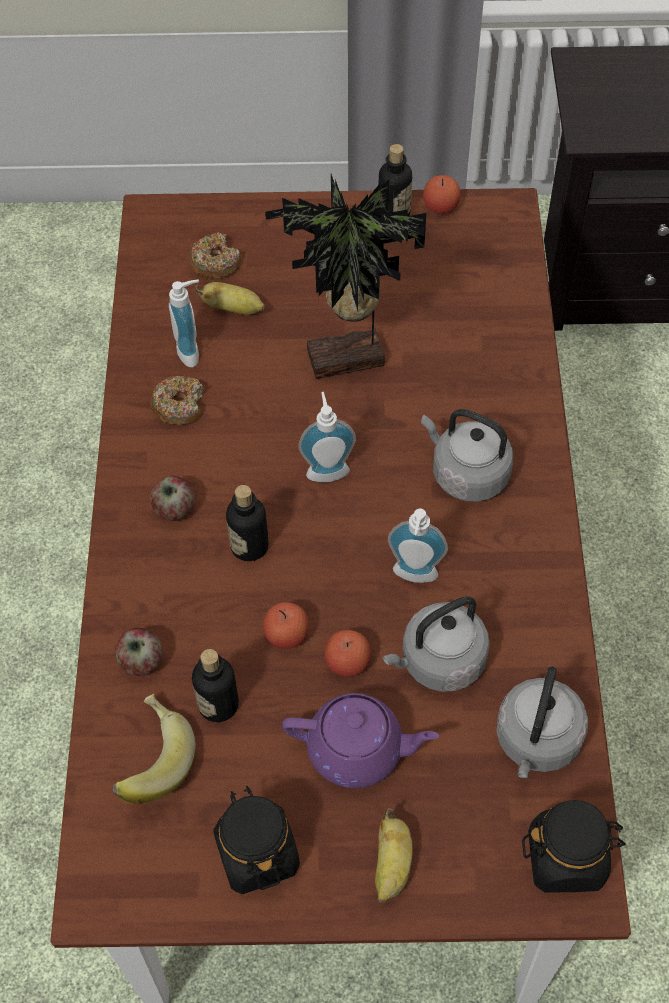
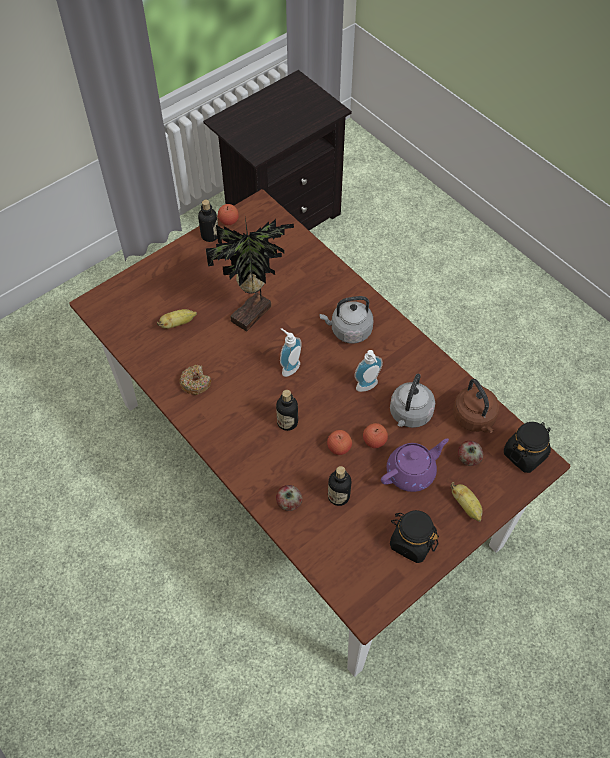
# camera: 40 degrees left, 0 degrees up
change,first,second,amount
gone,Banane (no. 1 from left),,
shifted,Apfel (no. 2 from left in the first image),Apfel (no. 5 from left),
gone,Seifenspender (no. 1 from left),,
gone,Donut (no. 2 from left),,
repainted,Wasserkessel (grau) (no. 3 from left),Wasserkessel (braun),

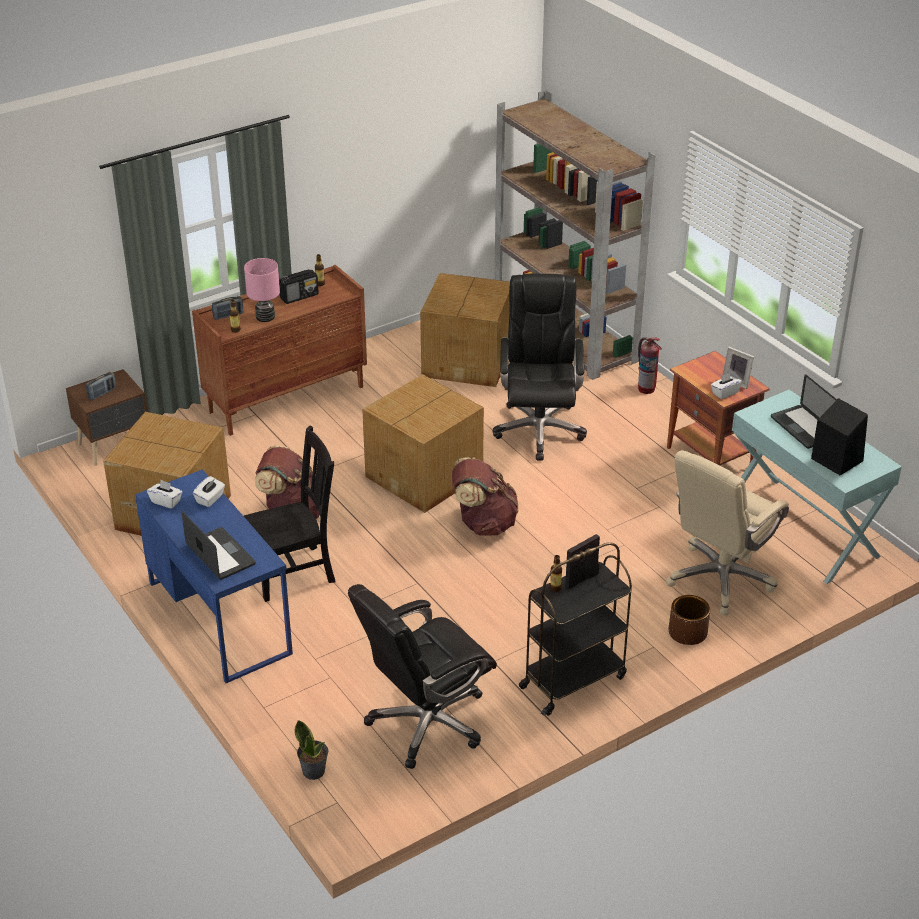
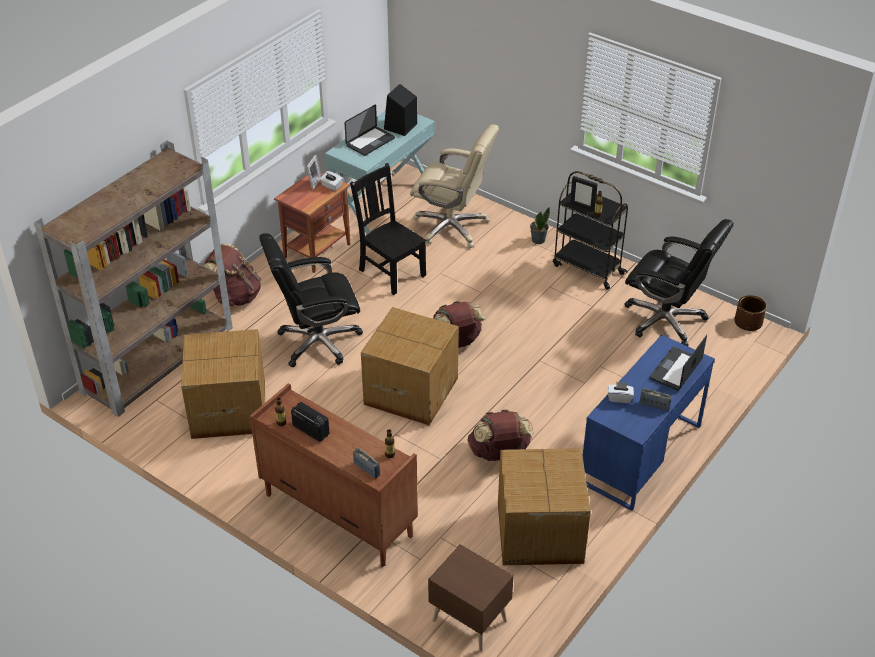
# camera: 110 degrees left, 5 degrees up
change,first,second,amount
shifted,Radio (no. 1 from left in the first image),Radio (no. 3 from left),
gone,Taschentuchbox (weiß) (no. 1 from left),,
gone,Tischlampe (rosa),,
shifted,Stuhl (schwarz),,
shifted,Topfpflanze,,
swapped,Feuerlöscher,Rucksack (braun) (no. 1 from left),
shifted,Pflanzkübel (braun),,

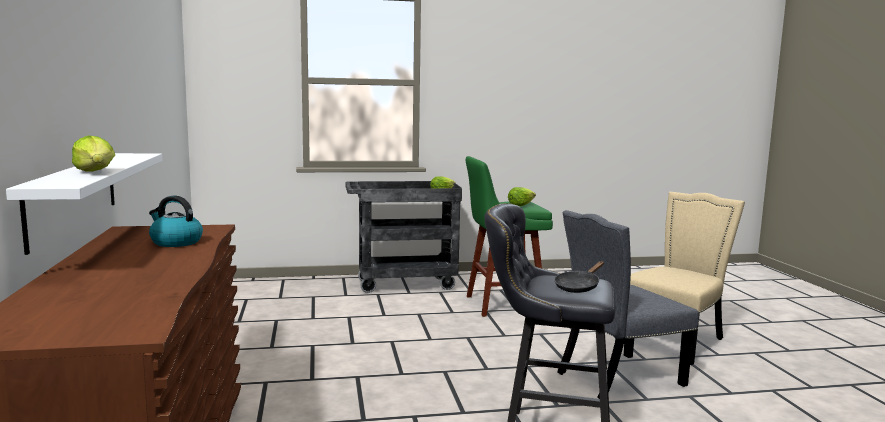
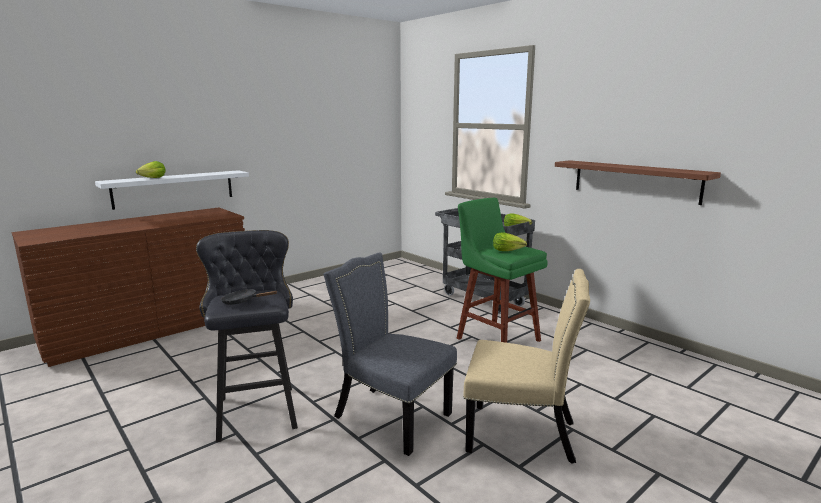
# camera: 60 degrees right, 5 degrees up
change,first,second,amount
gone,Wasserkessel,,
new,,Wandregal (braun),

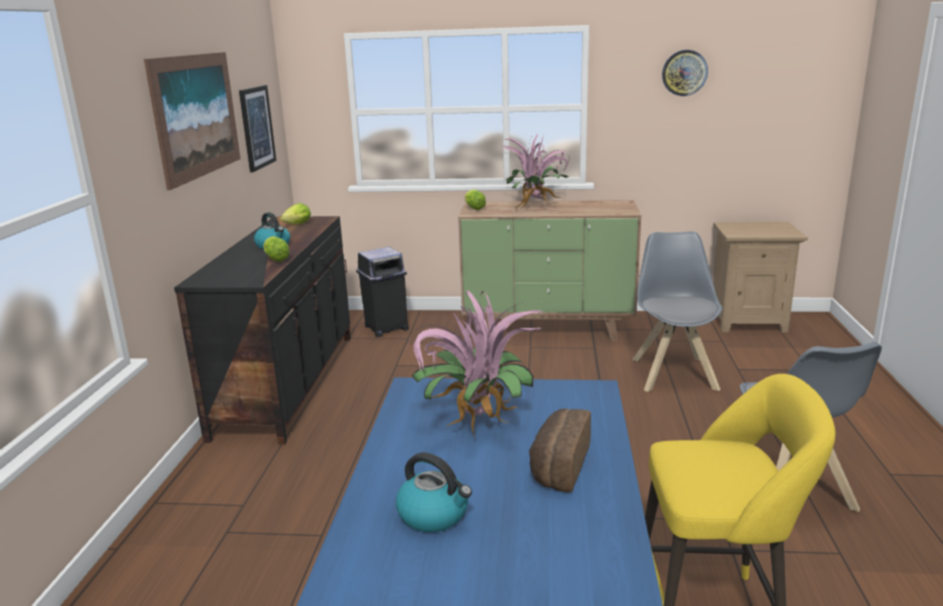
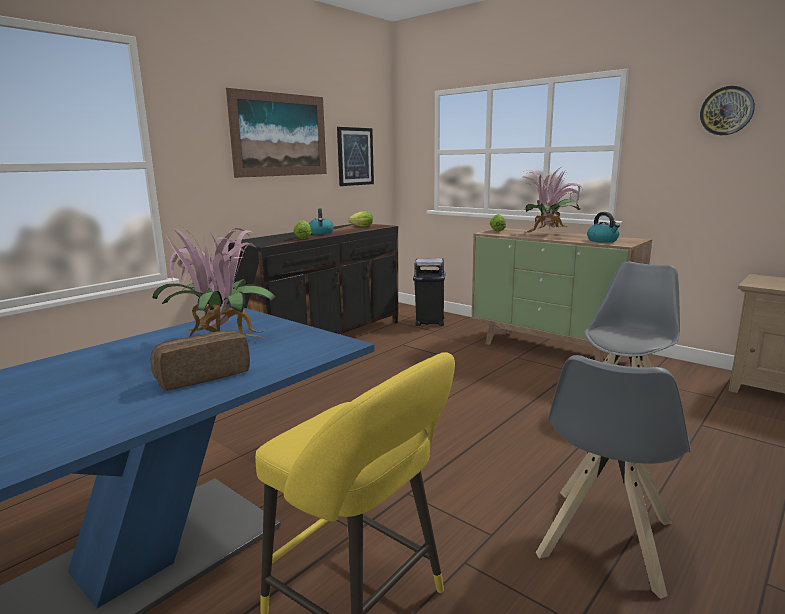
# camera: 35 degrees right, 5 degrees down
change,first,second,amount
shifted,Wasserkessel (no. 2 from left),,

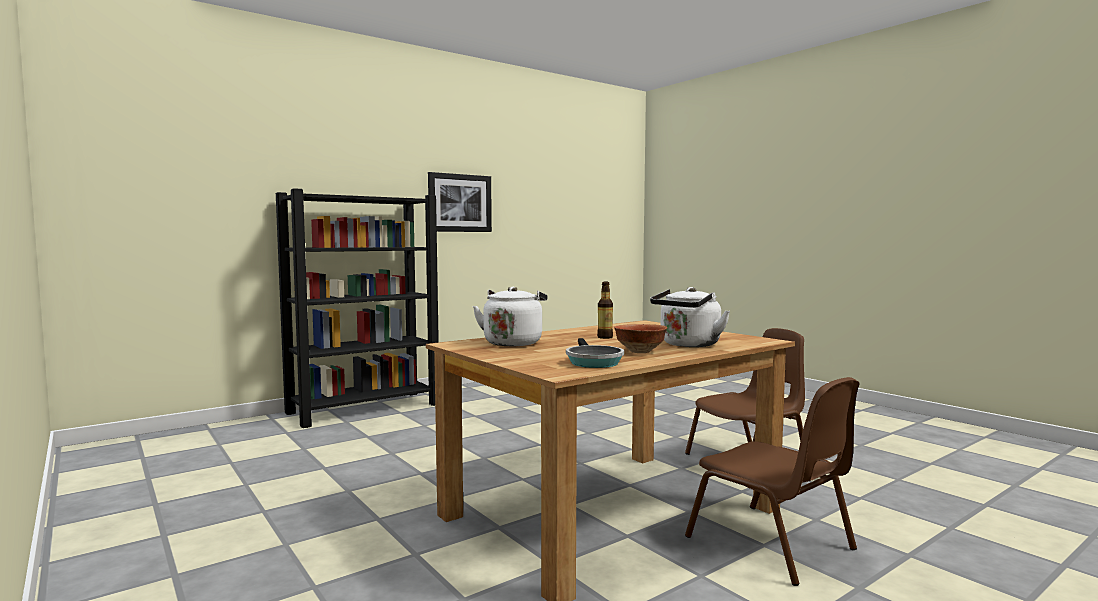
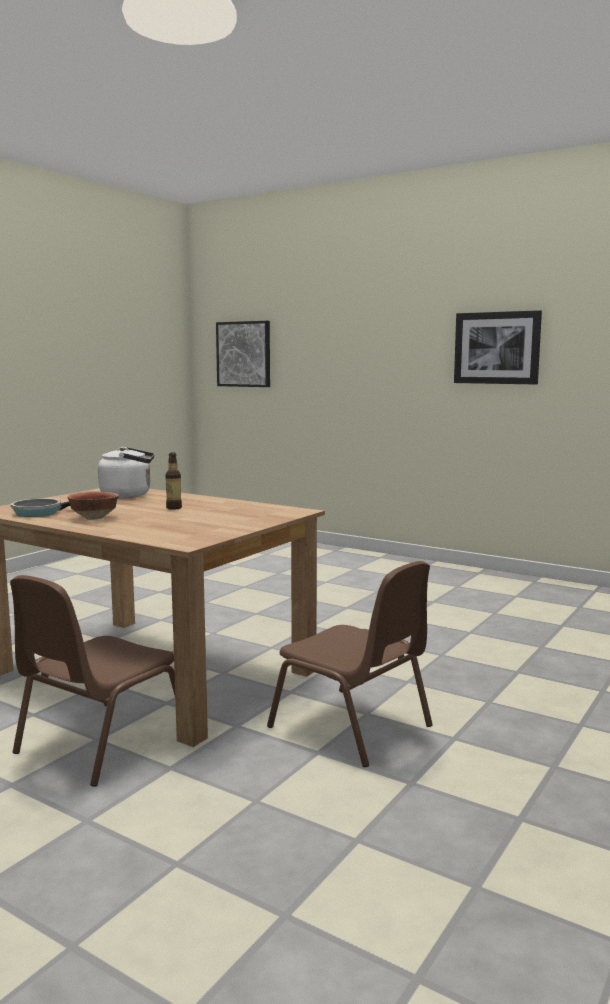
# camera: 70 degrees right, 5 degrees up
change,first,second,amount
gone,Bücherregal (schwarz),,
gone,Wasserkessel (weiß) (no. 2 from left),,
new,,Bild (no. 1 from left),

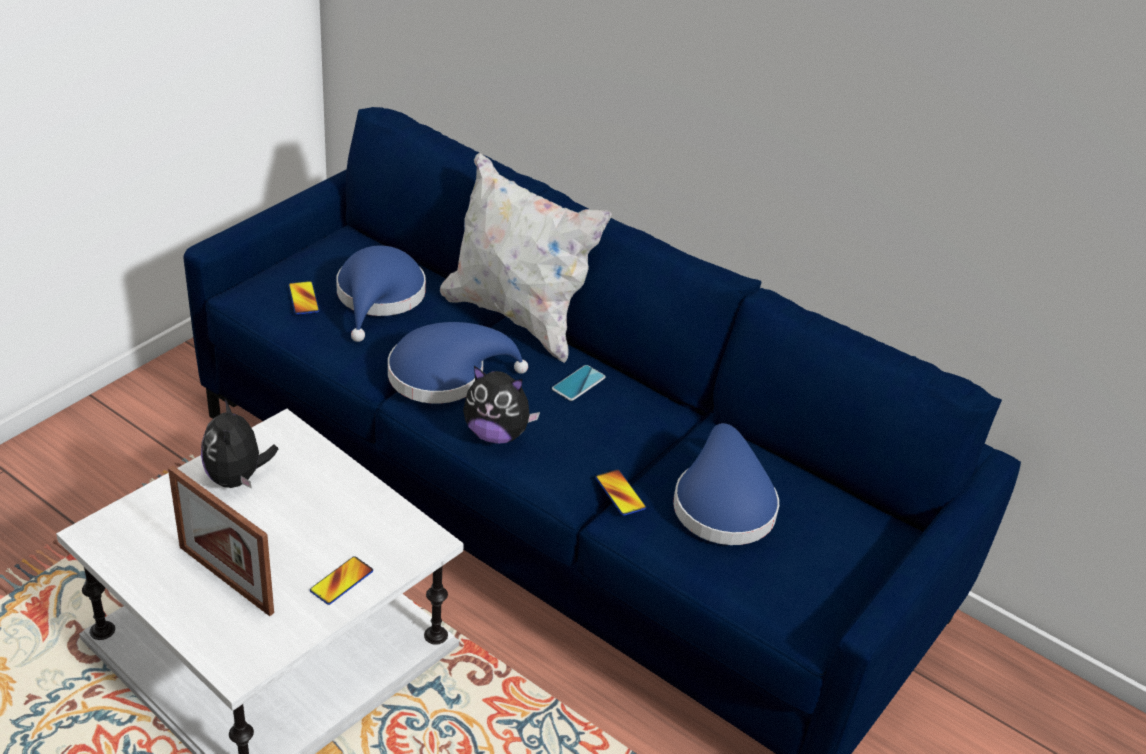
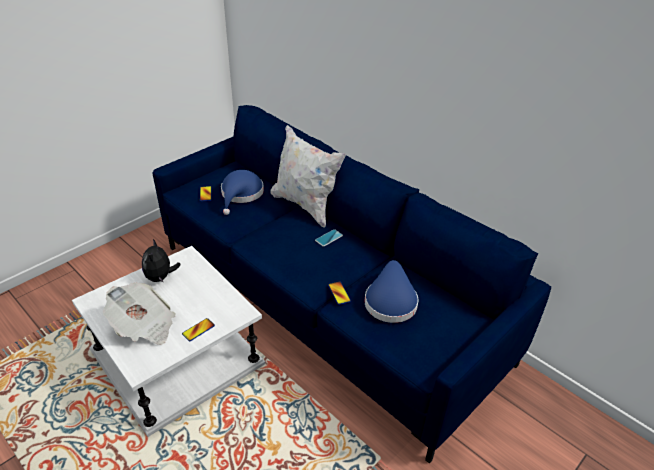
# camera: 10 degrees right, 0 degrees up
change,first,second,amount
swapped,Bilderrahmen,Zeitung,
gone,Hut (blau) (no. 2 from left),,
gone,Plüschtier (no. 2 from left),,

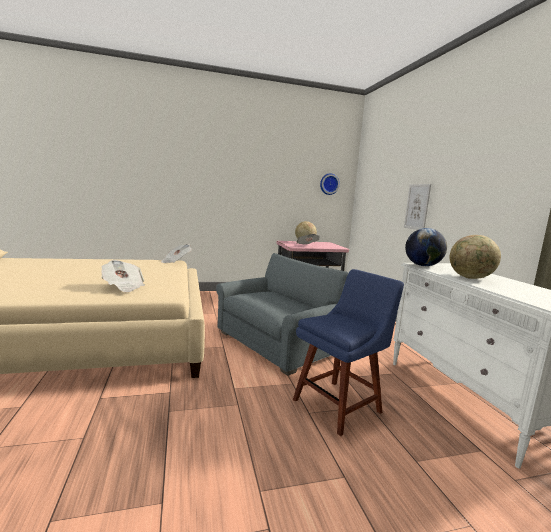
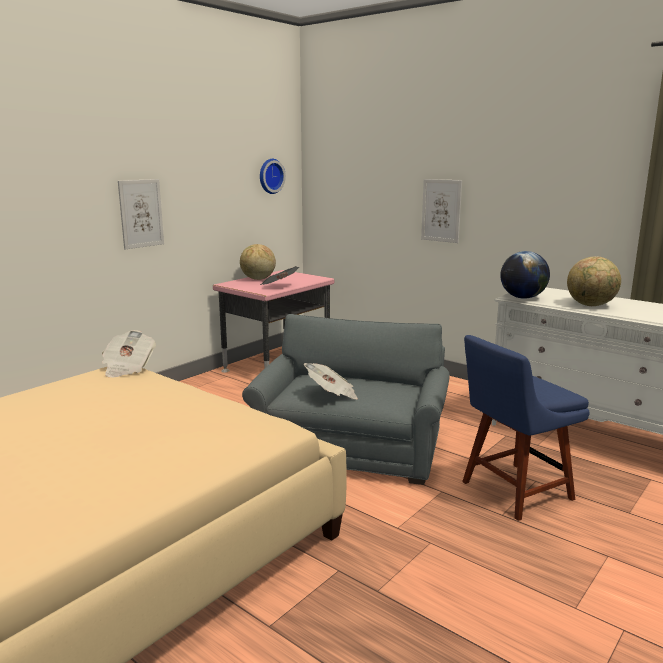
# camera: 35 degrees left, 5 degrees up
change,first,second,amount
shifted,Zeitung (no. 1 from left in the first image),Zeitung (no. 3 from left),
rotated,Stuhl (blau),,135 degrees counterclockwise
new,,Bild (no. 1 from left),

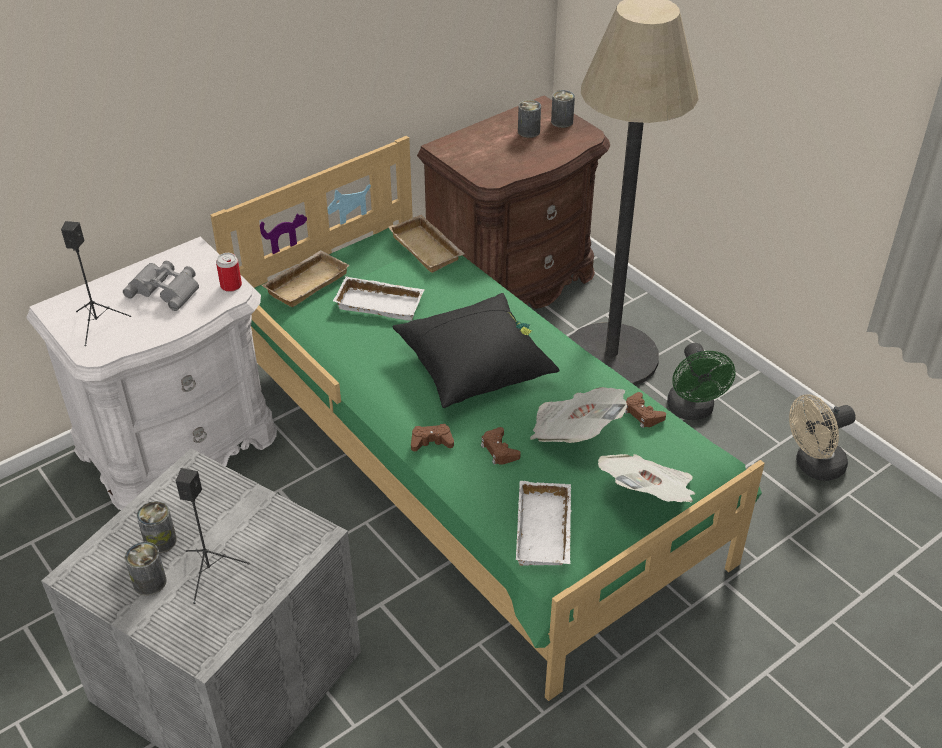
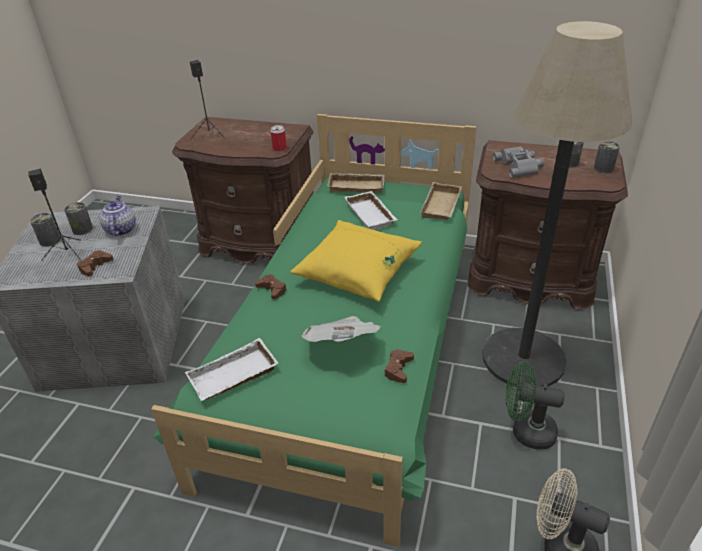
# camera: 55 degrees right, 5 degrees down
change,first,second,amount
repainted,Nachttisch (weiß),Nachttisch (braun) (no. 1 from left),
shifted,Fernglas (grau),,
repainted,Kissen (schwarz),Kissen (gelb),
shifted,Gamepad (braun) (no. 2 from left in the first image),Gamepad (braun) (no. 1 from left),
gone,Zeitung (no. 2 from left),,
rotated,Ventilator (grün),,60 degrees clockwise
new,,Teekanne,

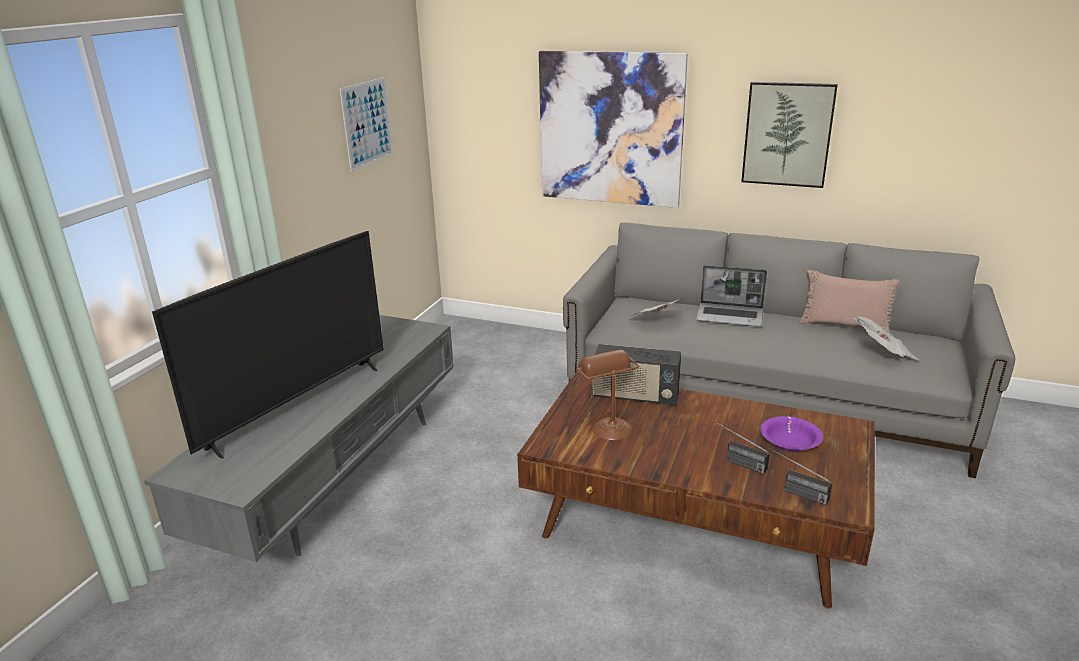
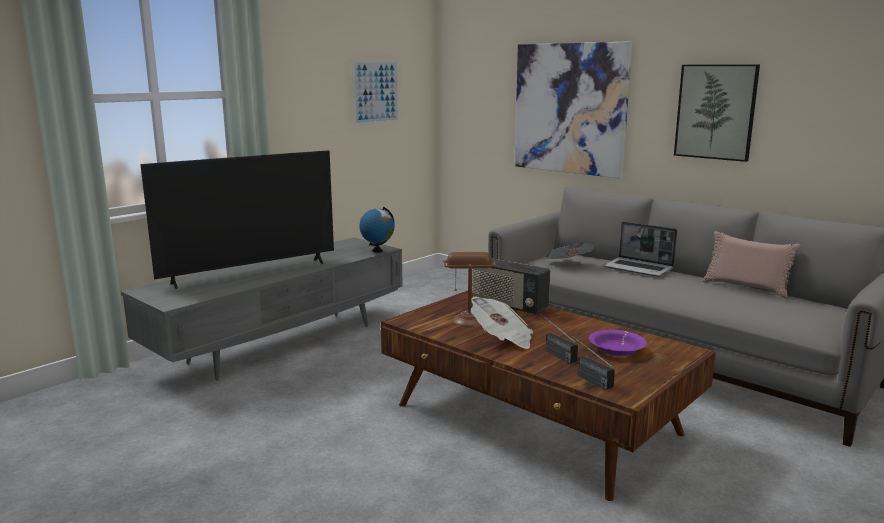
# camera: 20 degrees right, 10 degrees down
change,first,second,amount
shifted,Zeitung (no. 2 from left in the first image),Zeitung (no. 1 from left),
new,,Globus,

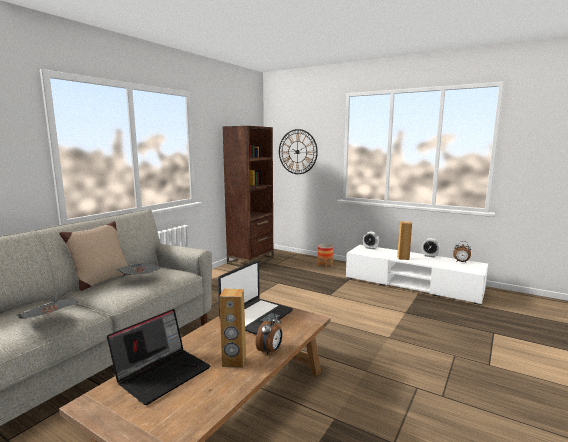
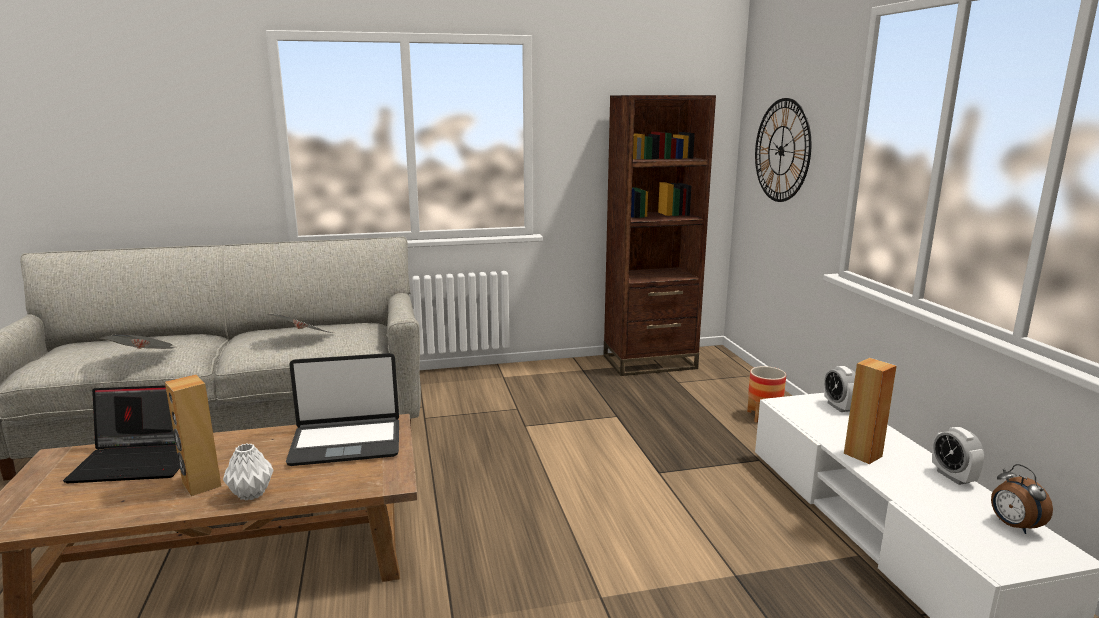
# camera: 45 degrees right, 5 degrees up
change,first,second,amount
gone,Kissen (beige),,
swapped,Wecker (no. 1 from left),Vase (weiß),

